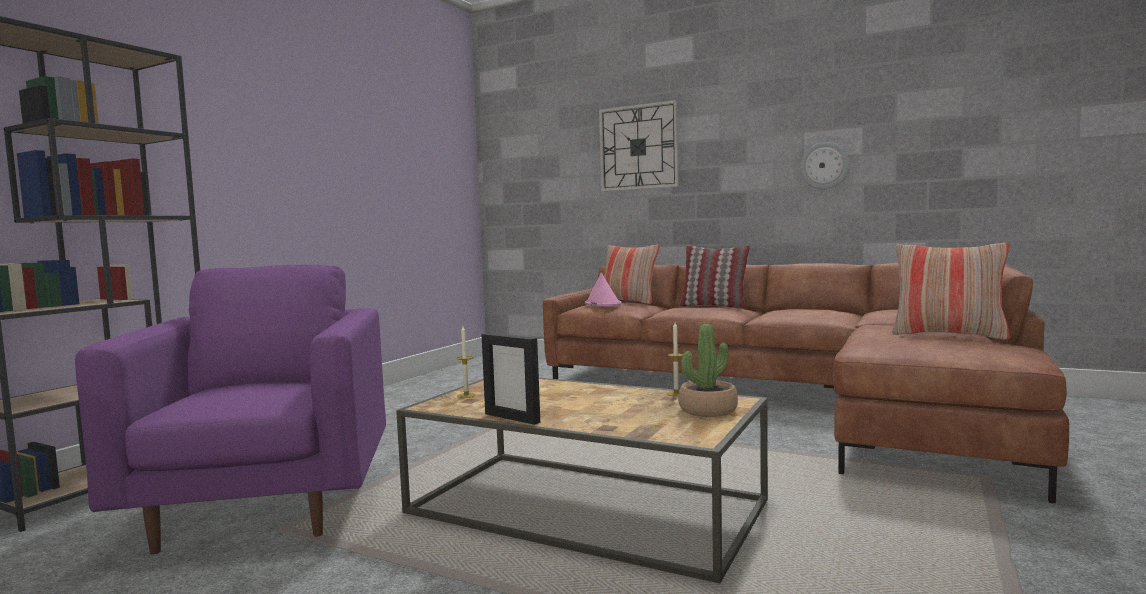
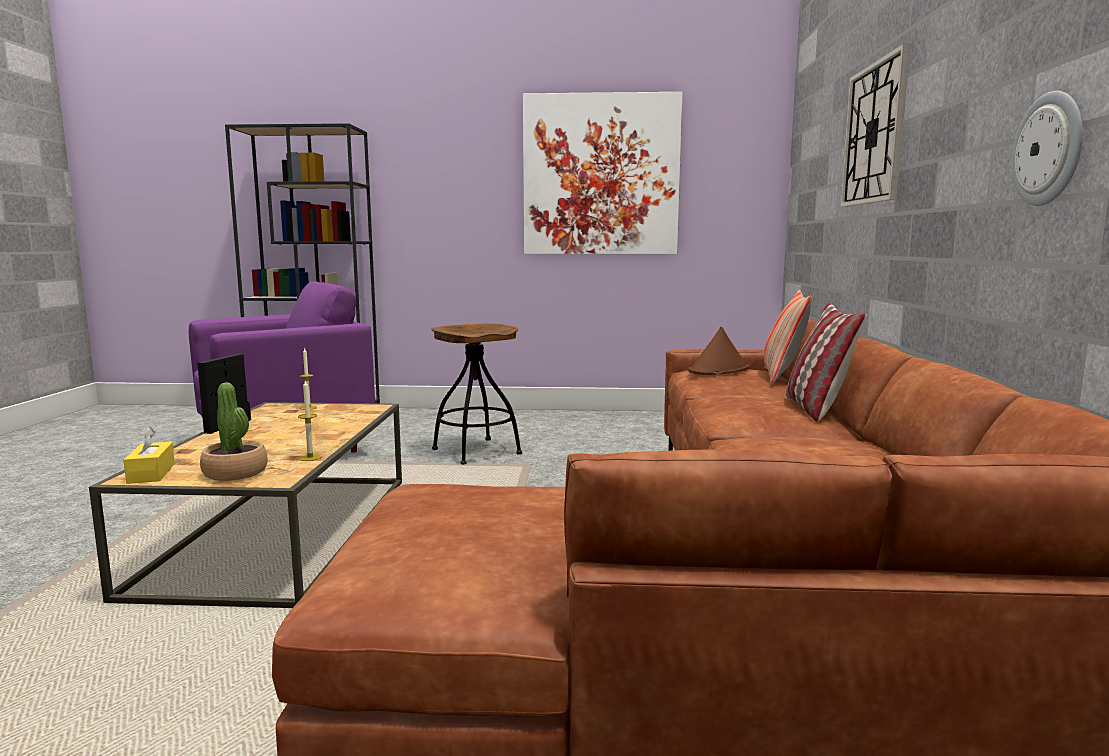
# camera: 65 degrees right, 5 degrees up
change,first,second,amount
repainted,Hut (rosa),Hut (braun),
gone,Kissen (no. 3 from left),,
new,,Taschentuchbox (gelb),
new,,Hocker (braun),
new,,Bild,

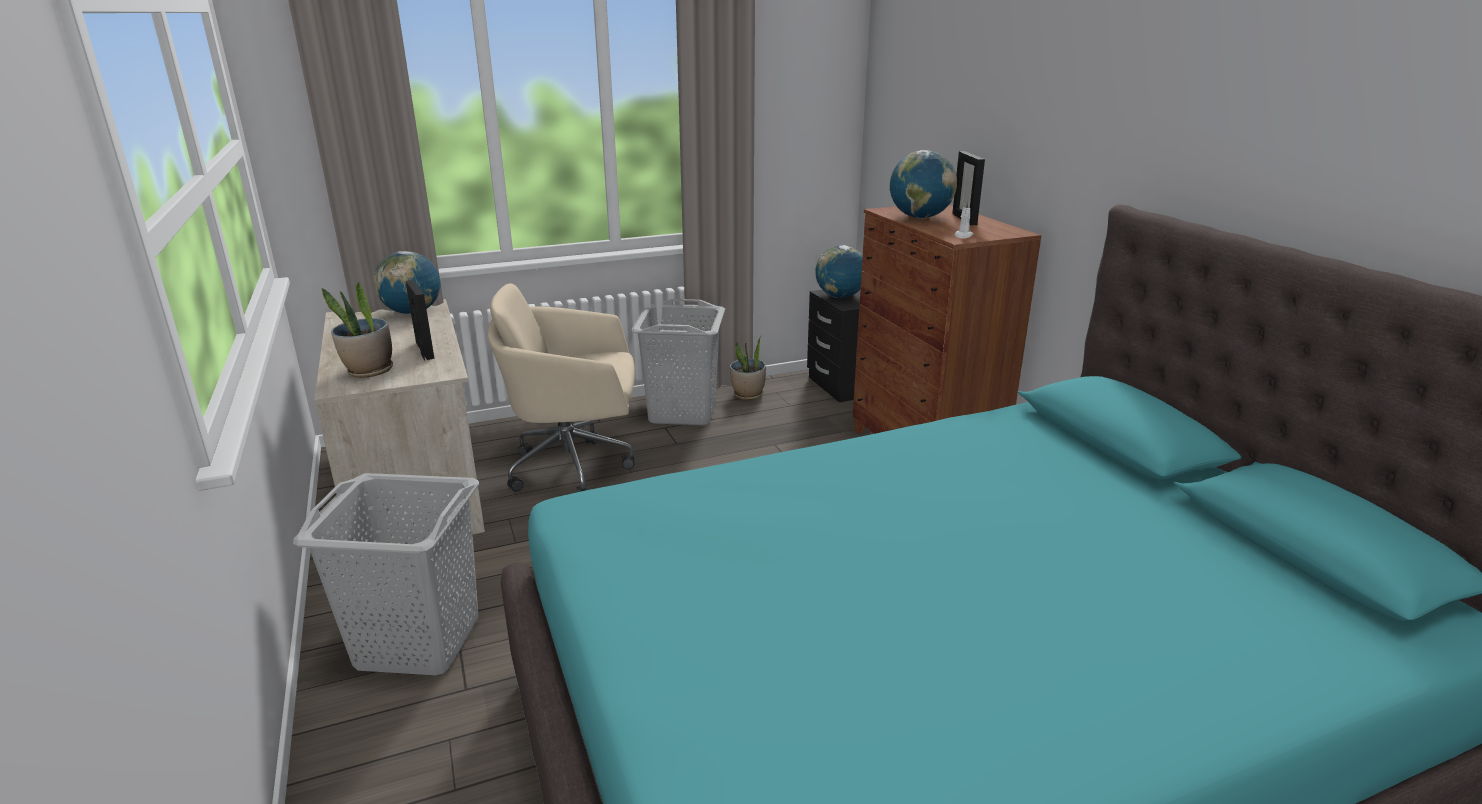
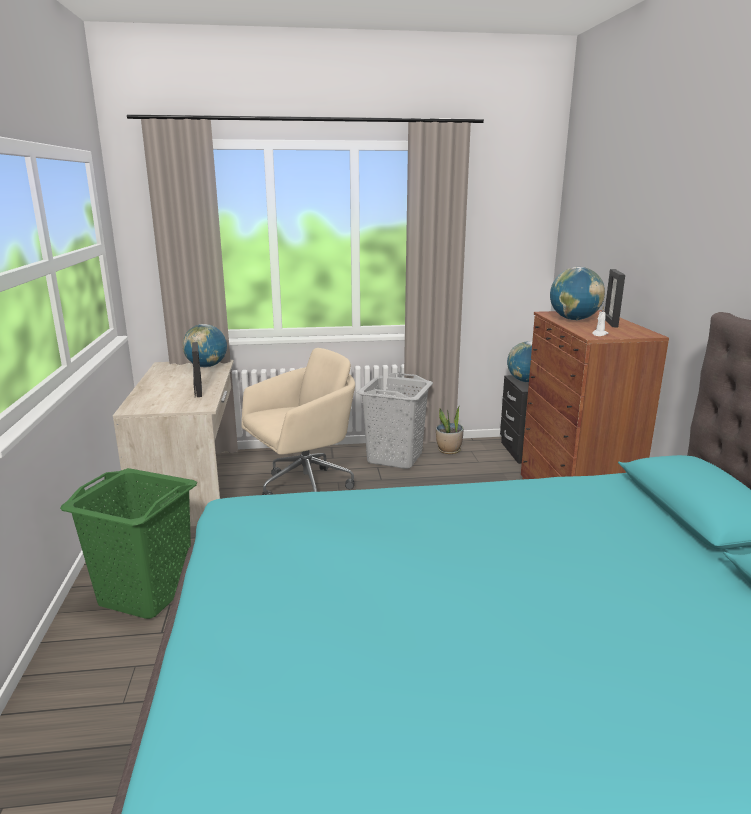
# camera: 15 degrees right, 5 degrees down
change,first,second,amount
repainted,Wäschekorb (grau) (no. 1 from left),Wäschekorb (grün),
gone,Topfpflanze (no. 1 from left),,
rotated,Bürostuhl (beige),,135 degrees clockwise

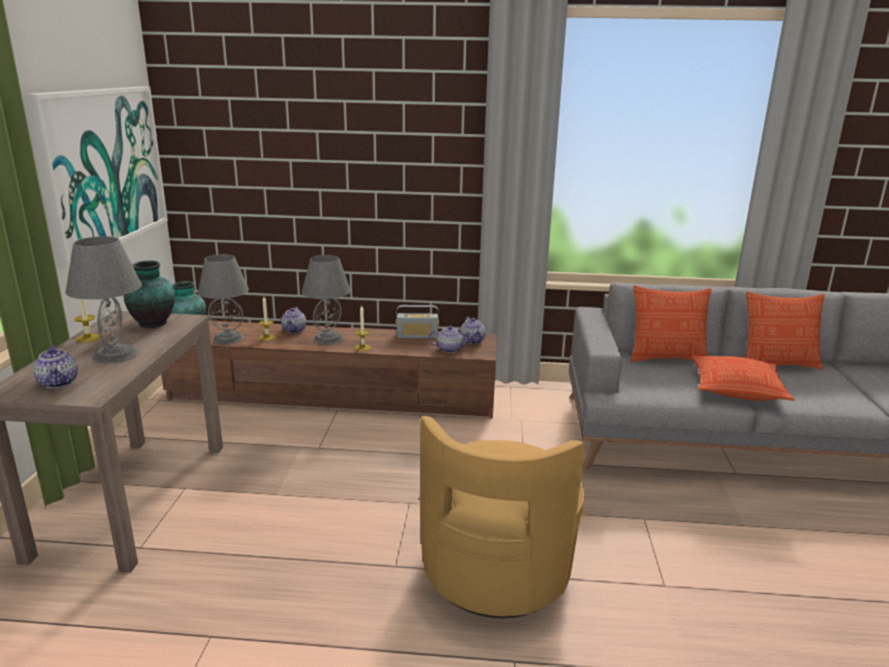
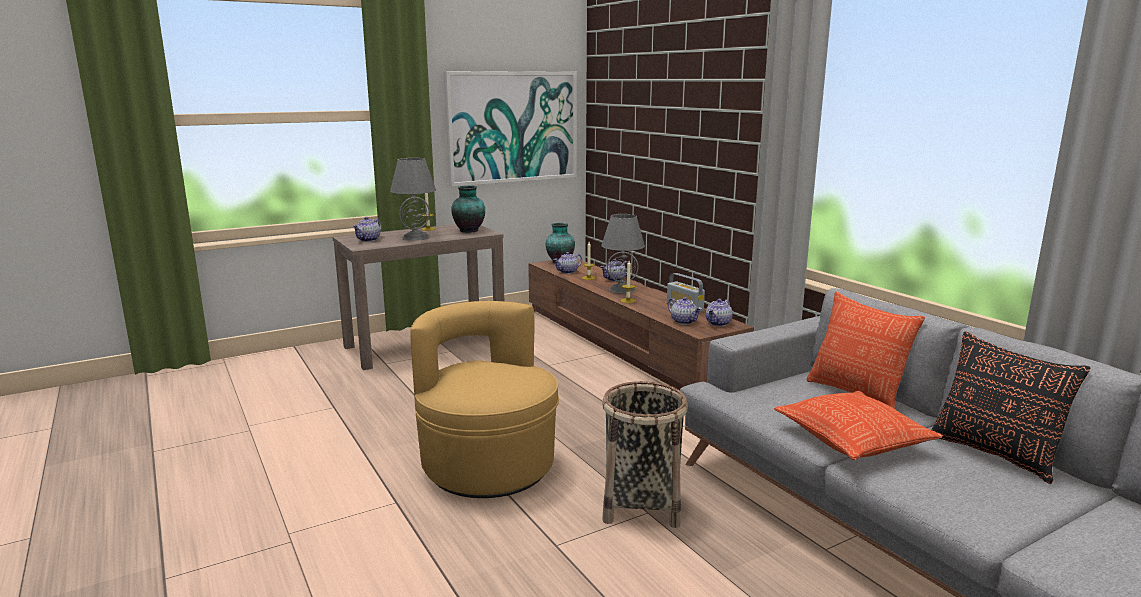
# camera: 55 degrees right, 5 degrees down
change,first,second,amount
swapped,Tischlampe (grau) (no. 2 from left),Teekanne (no. 2 from left),
rotated,Sessel (beige),,75 degrees clockwise
repainted,Kissen (orange) (no. 3 from left),Kissen (schwarz),
new,,Korb,

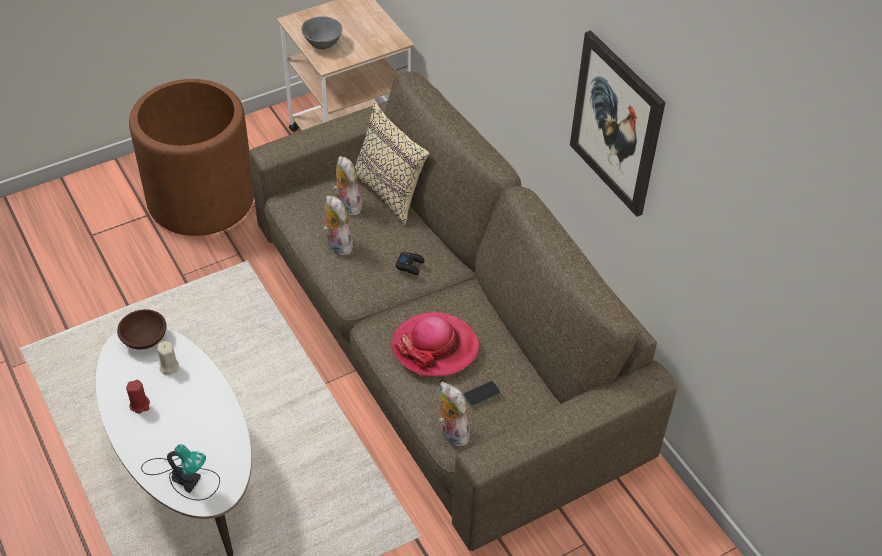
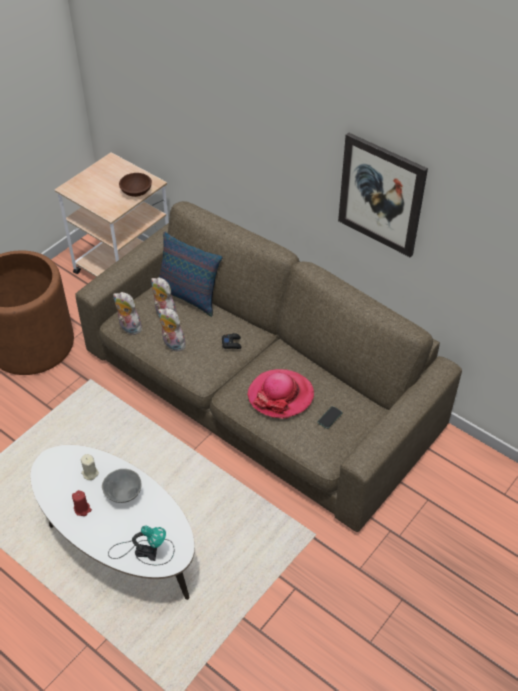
# camera: 20 degrees left, 0 degrees up
change,first,second,amount
shifted,Schüssel (braun),,
shifted,Schüssel (grau),,
repainted,Kissen (beige),Kissen (blau),
shifted,Plüschtier (no. 3 from left in the first image),Plüschtier (no. 1 from left),

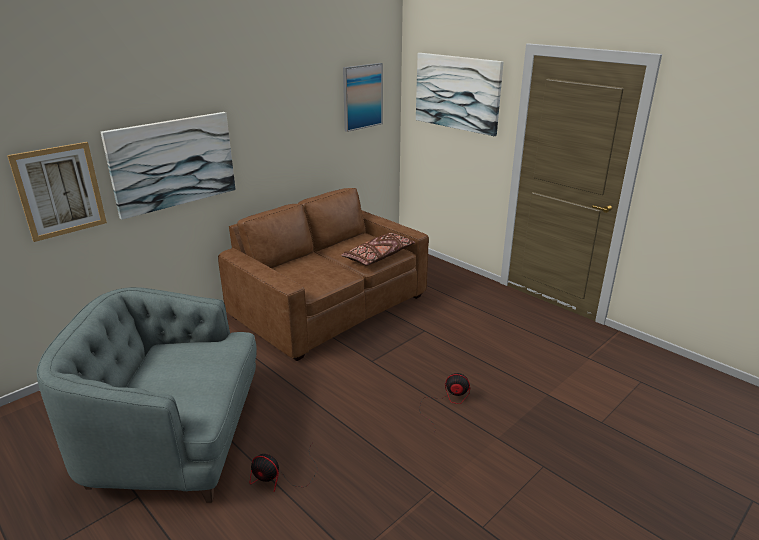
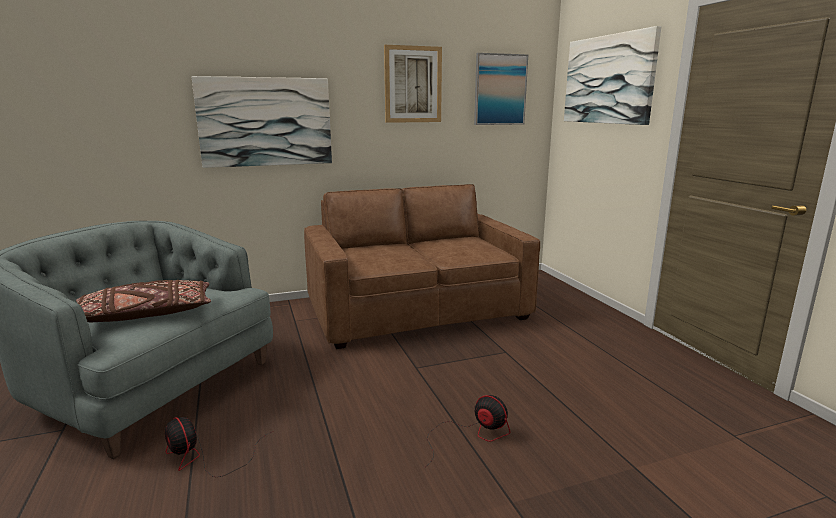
# camera: 25 degrees right, 10 degrees down
change,first,second,amount
shifted,Bild (no. 1 from left in the first image),Bild (no. 2 from left),
shifted,Kissen (braun),,

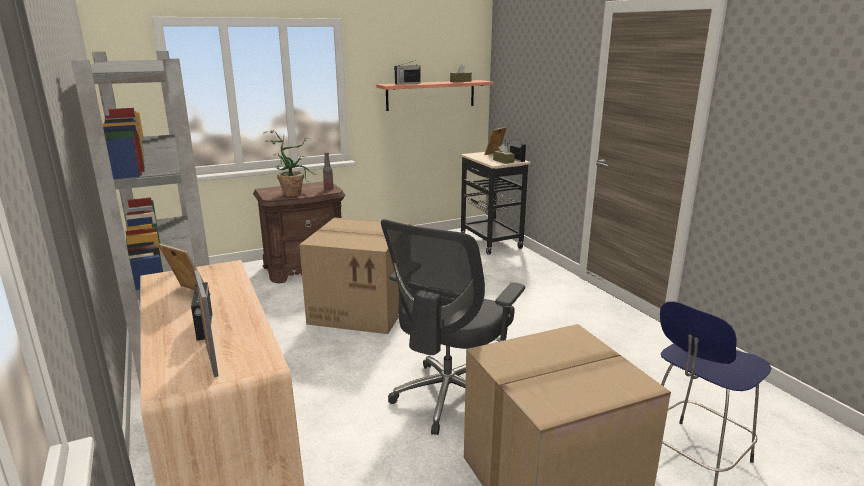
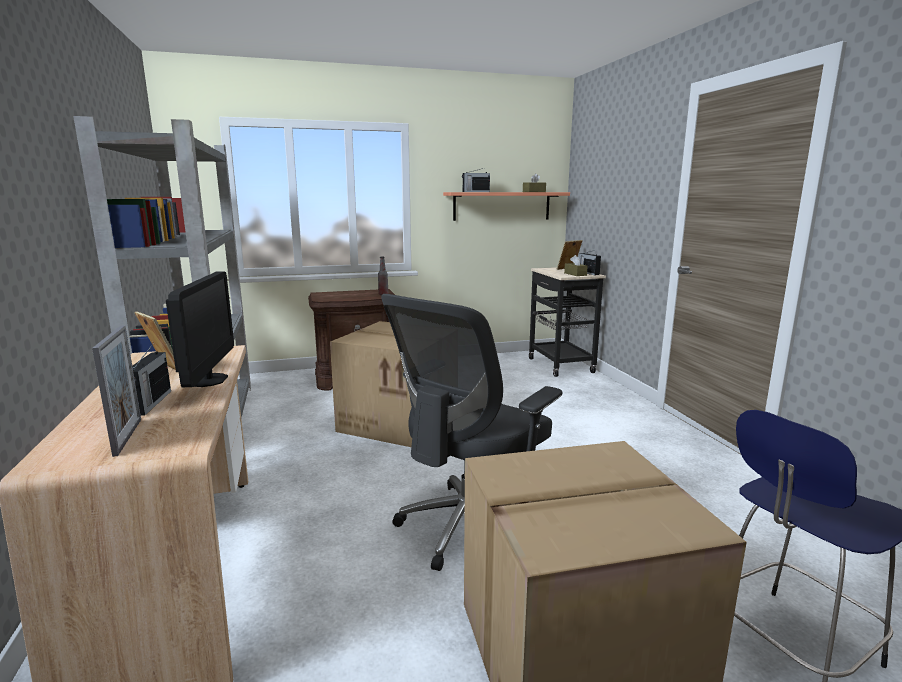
# camera: 10 degrees right, 5 degrees down
change,first,second,amount
gone,Topfpflanze,,
new,,Monitor,

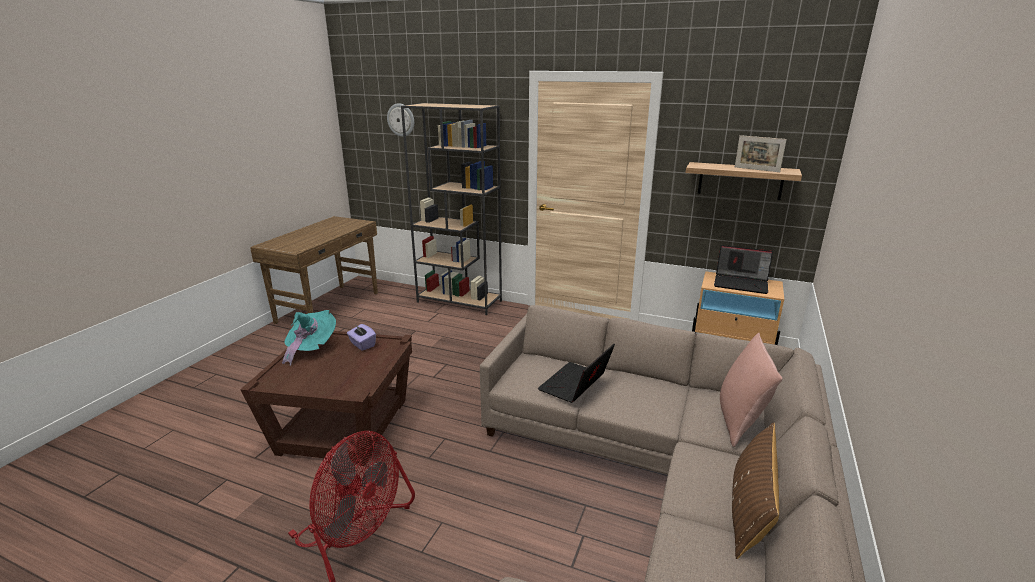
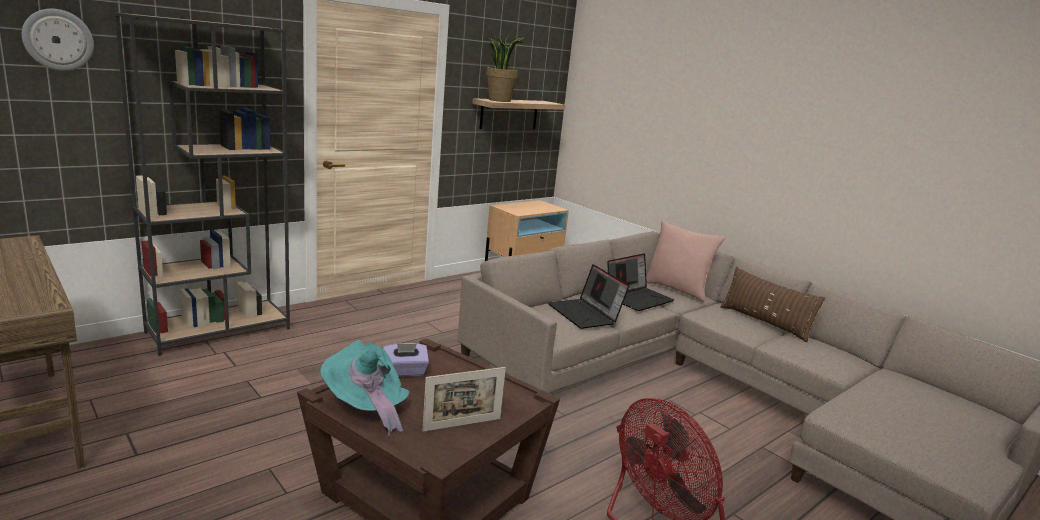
# camera: 65 degrees left, 5 degrees down
change,first,second,amount
shifted,Laptop (no. 2 from left),,
shifted,Bilderrahmen,,
new,,Topfpflanze,

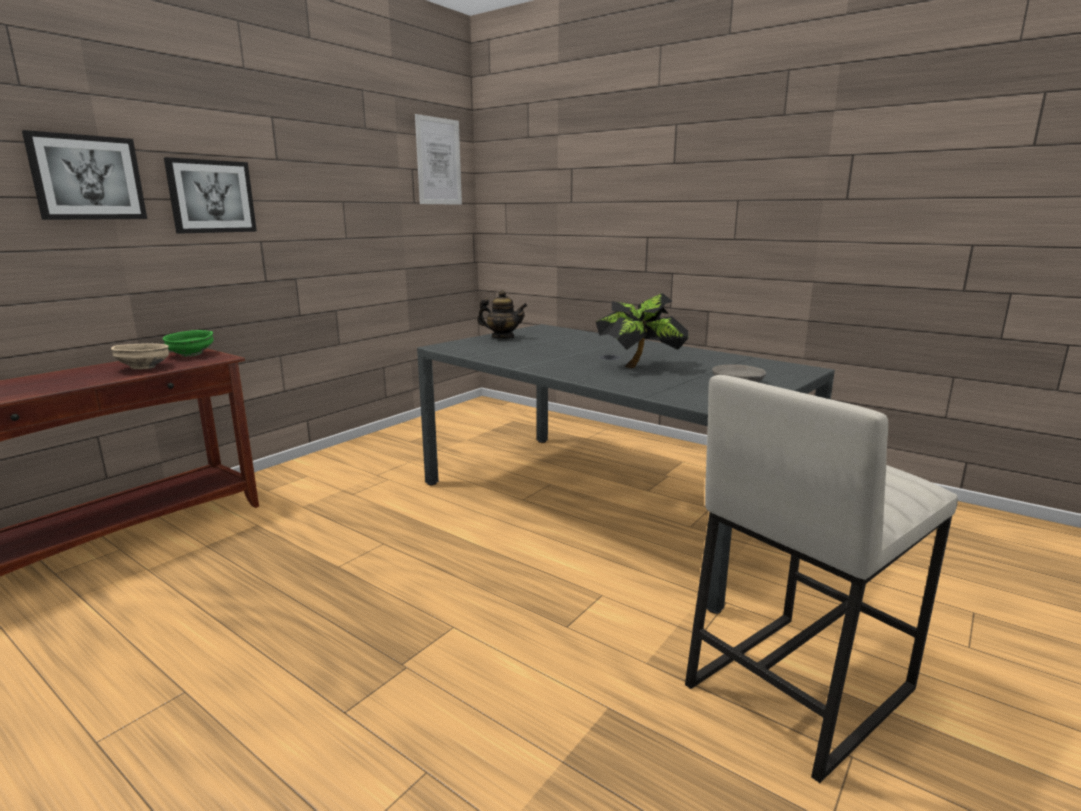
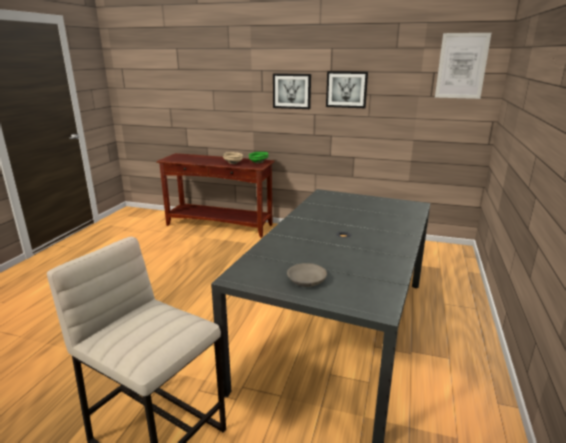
# camera: 70 degrees right, 5 degrees up
change,first,second,amount
shifted,Bild (no. 1 from left in the first image),Bild (no. 2 from left),
gone,Teekanne,,
gone,Topfpflanze,,

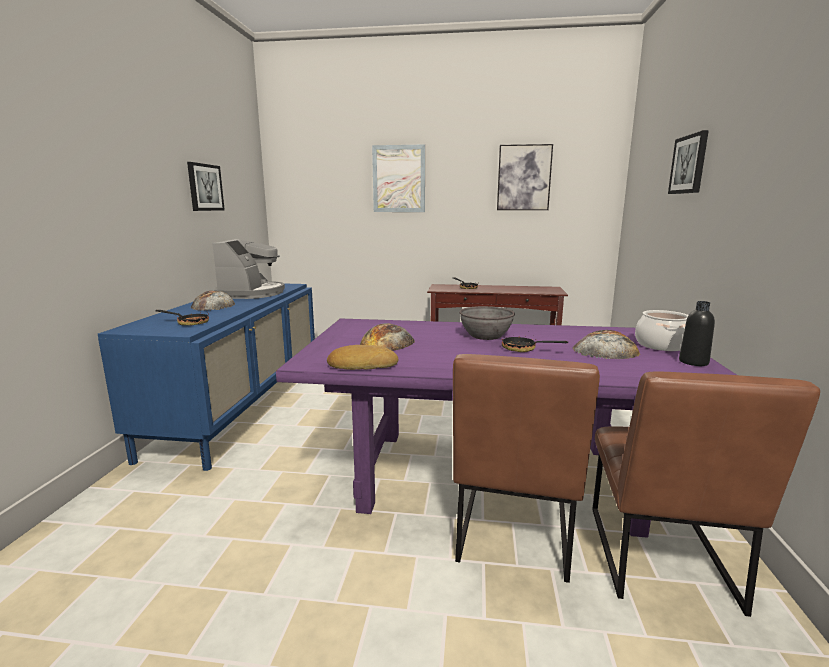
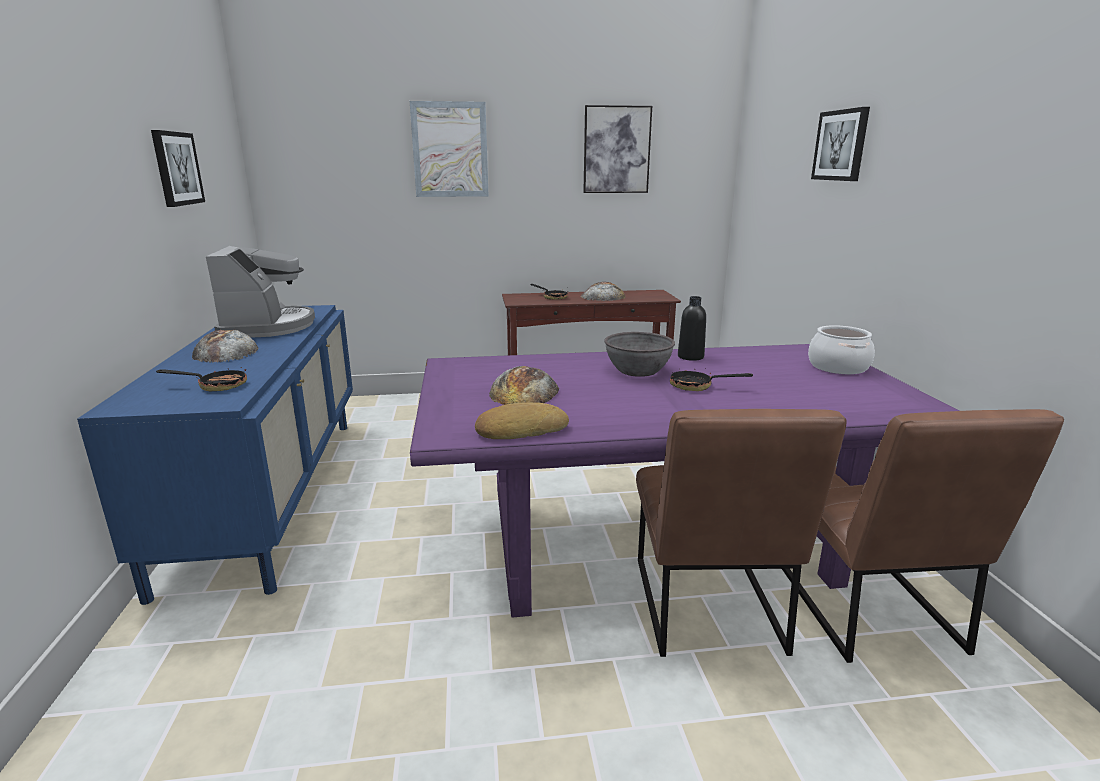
# camera: 15 degrees left, 5 degrees up
change,first,second,amount
shifted,Brot (no. 4 from left),,
shifted,Flasche (schwarz),,

